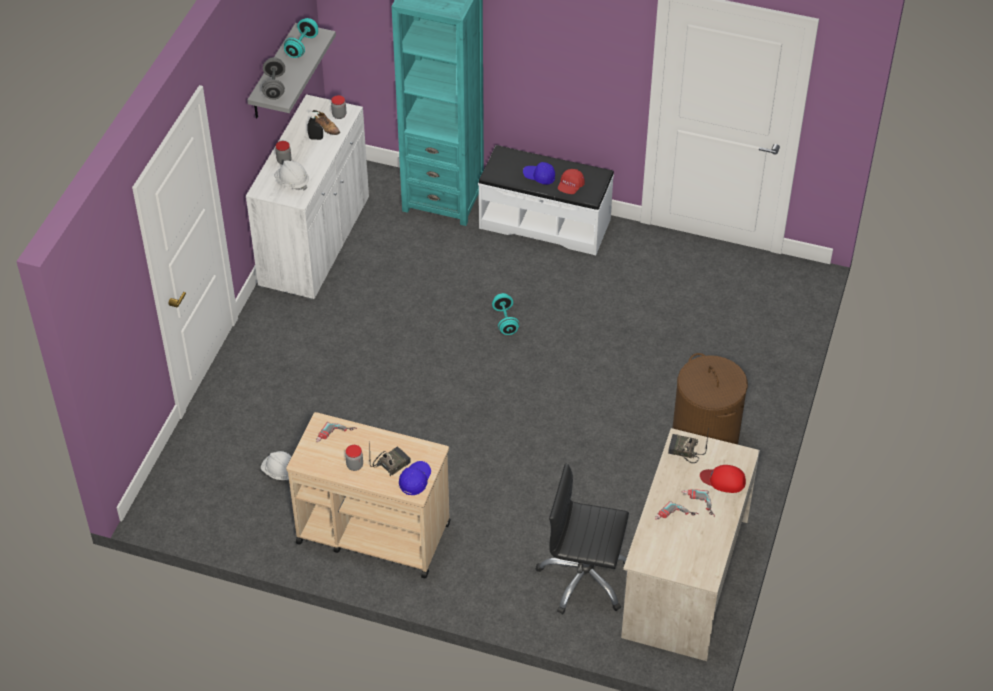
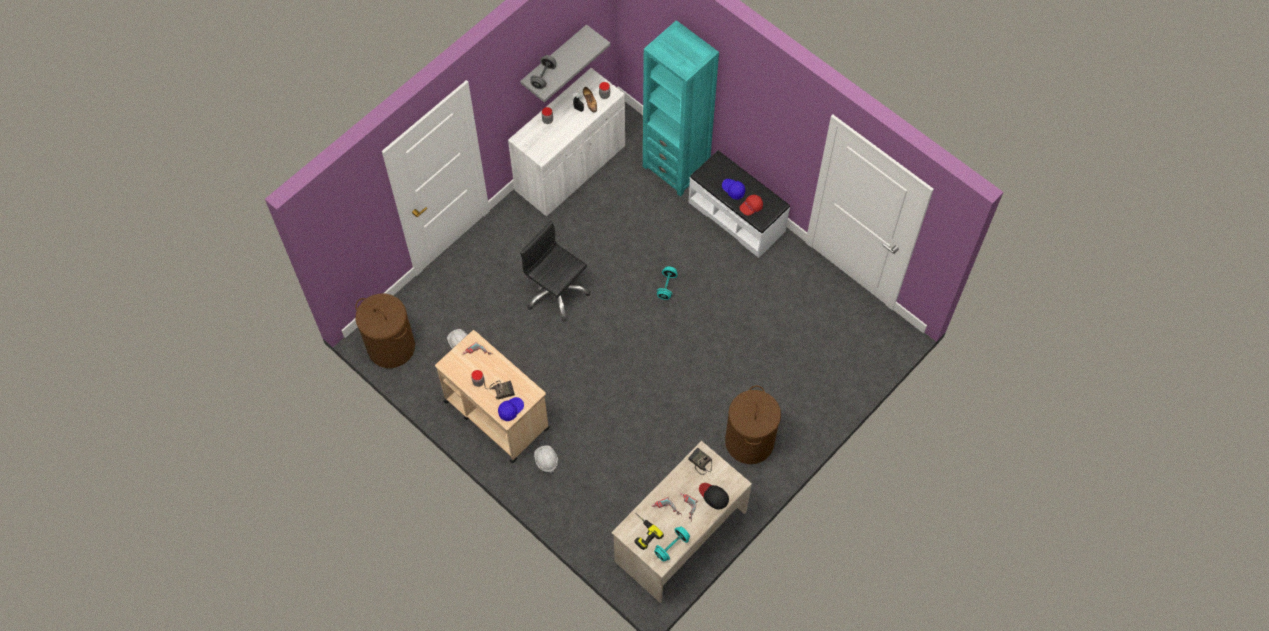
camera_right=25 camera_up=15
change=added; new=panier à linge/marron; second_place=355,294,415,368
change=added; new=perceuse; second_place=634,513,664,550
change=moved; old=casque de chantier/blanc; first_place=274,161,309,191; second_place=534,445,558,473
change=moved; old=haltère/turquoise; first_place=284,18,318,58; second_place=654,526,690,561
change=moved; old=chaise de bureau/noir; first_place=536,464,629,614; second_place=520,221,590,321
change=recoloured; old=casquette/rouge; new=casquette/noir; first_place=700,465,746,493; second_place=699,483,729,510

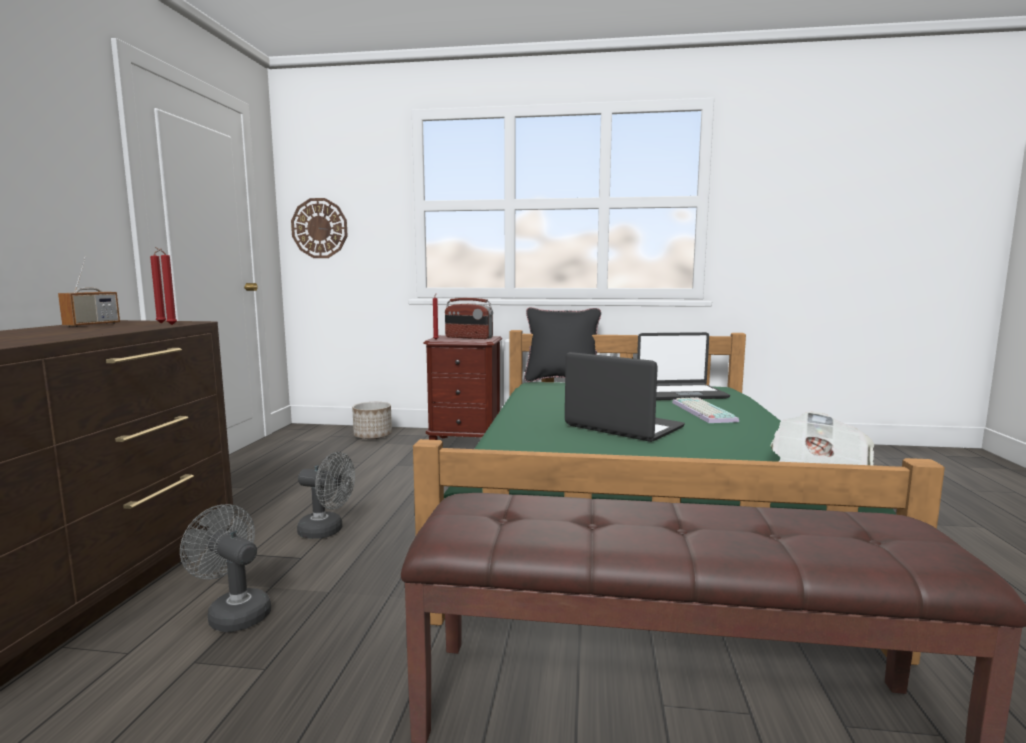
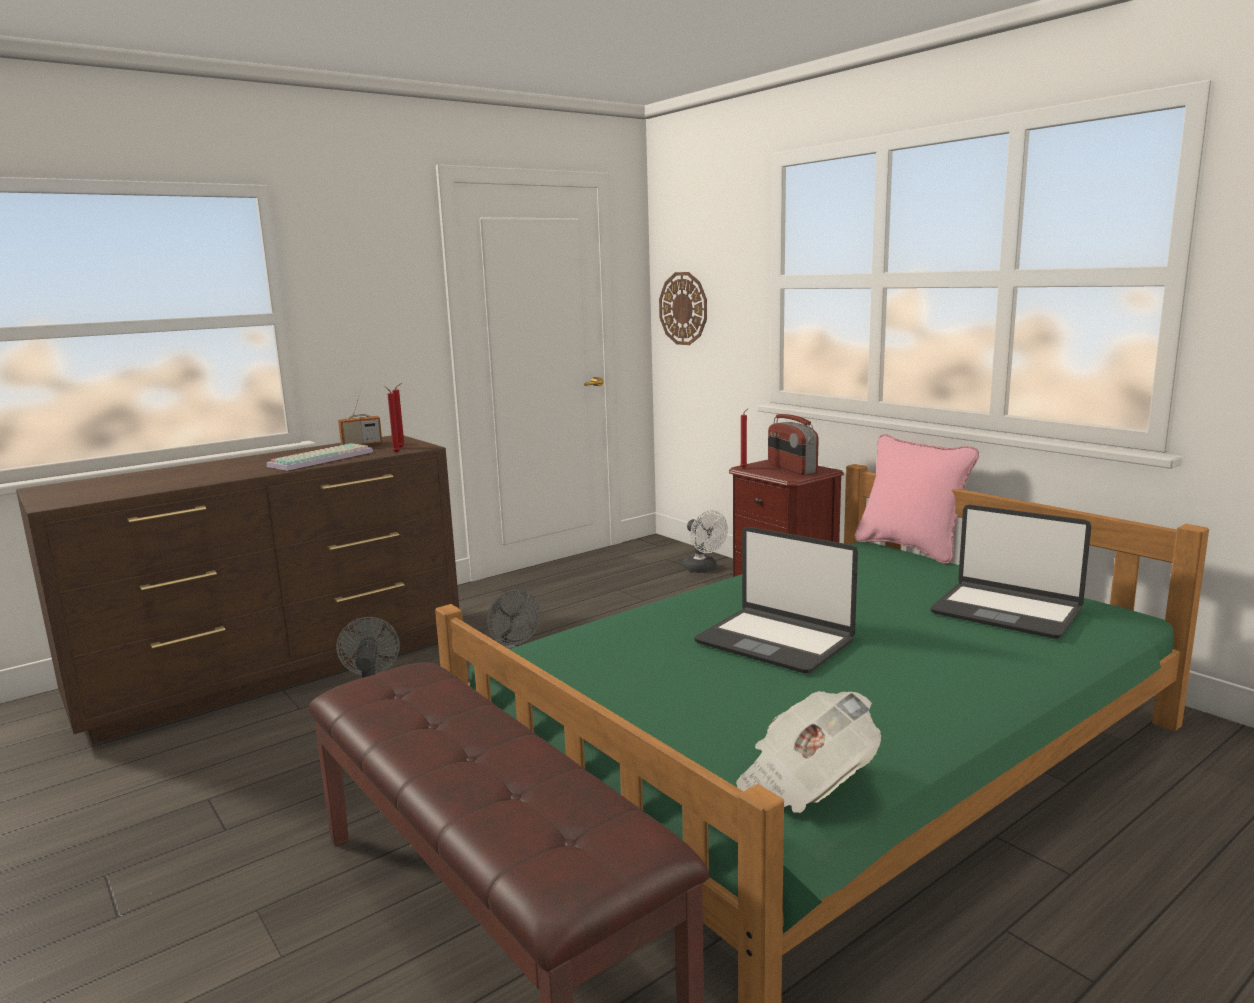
camera_right=45 camera_up=5
change=moved; old=clavier; first_place=672,397,739,423; second_place=267,443,373,471
change=replaced; old=cache-pot; new=ventilateur/blanc; first_place=352,402,392,439; second_place=683,510,728,573
change=recoloured; old=coussin/noir; new=coussin/rose; first_place=524,307,601,382; second_place=855,434,979,564
change=turned; old=ordinateur portable; first_place=565,352,685,442; second_place=694,526,858,673; degrees=135

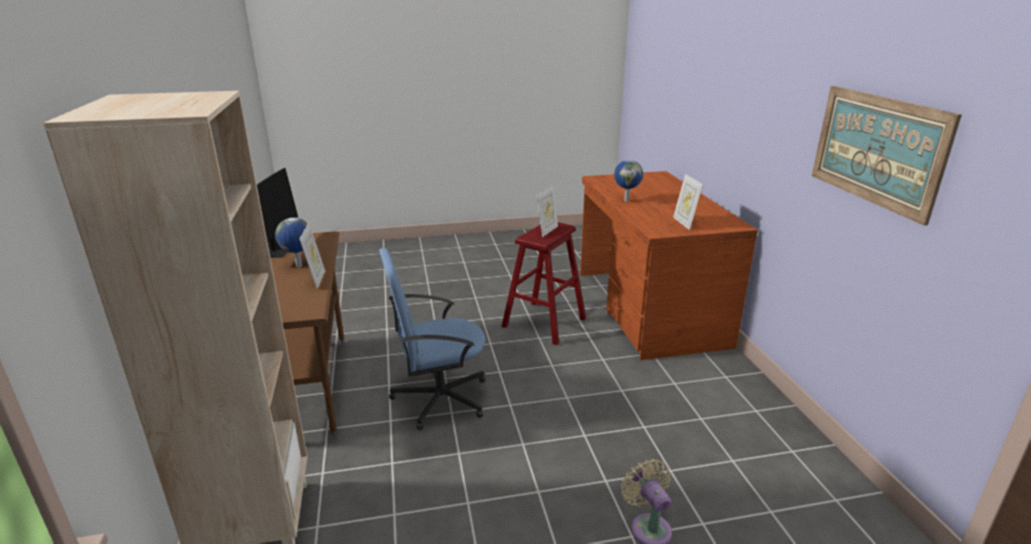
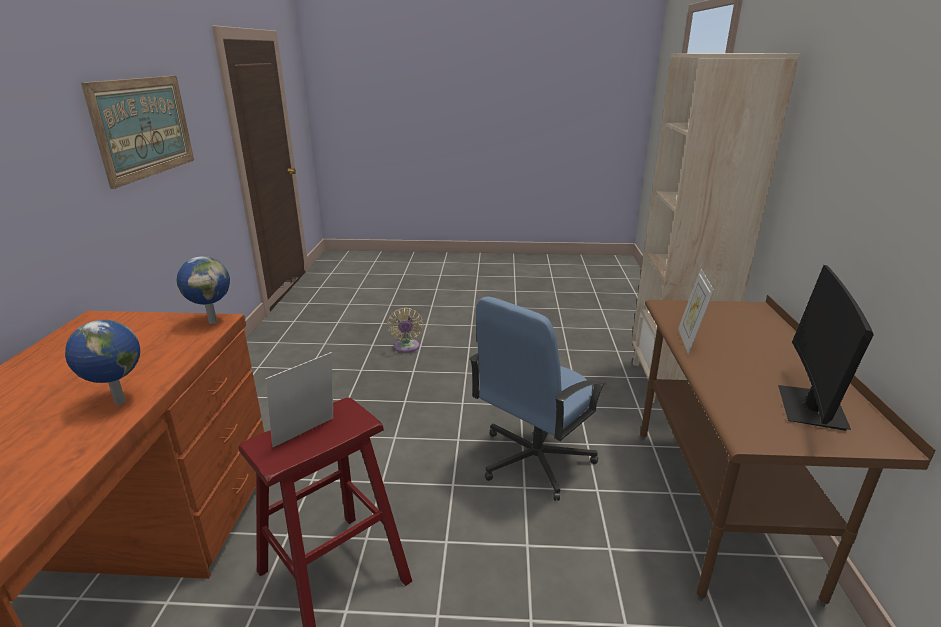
camera_right=-165 camera_up=0
change=removed; old=cadre photo; first_place=673,174,703,230
change=moved; old=globe; first_place=275,217,308,267; second_place=177,256,230,324
change=turned; old=chaise de bureau/bleu; first_place=379,248,485,430; second_place=469,296,606,501; degrees=135

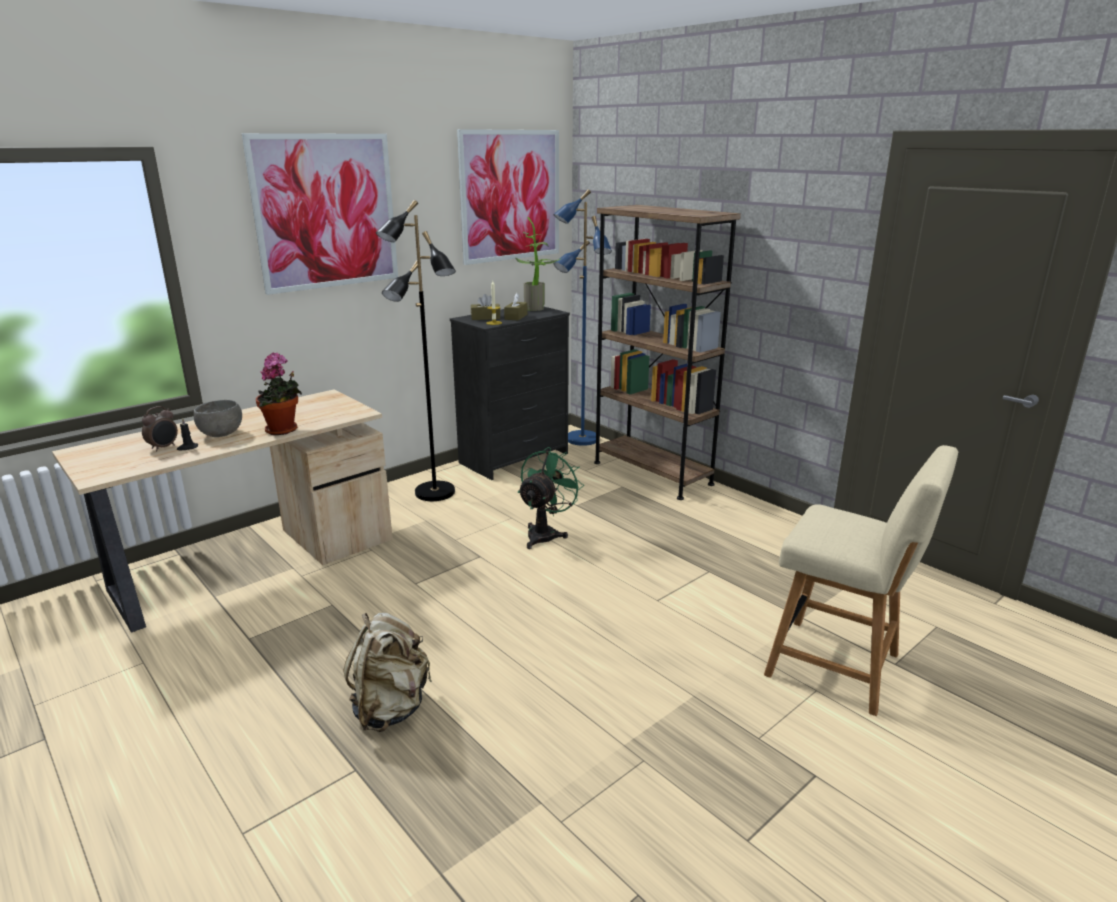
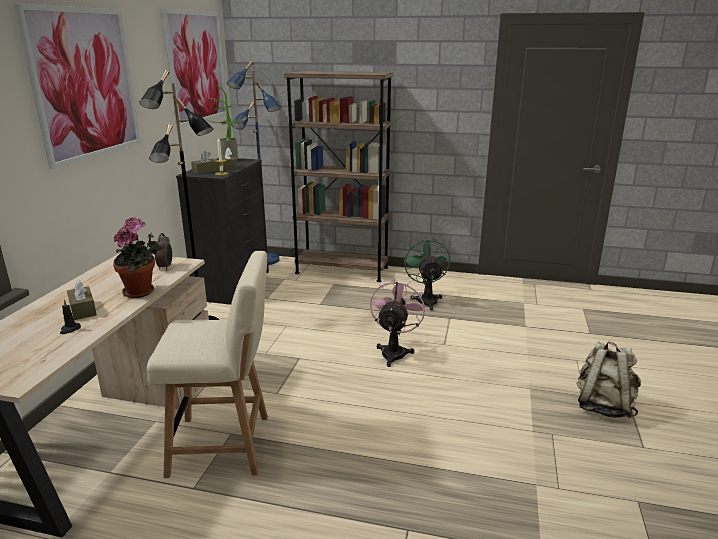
camera_right=-35 camera_up=0
change=added; new=ventilateur/rose; second_place=370,278,426,367
change=moved; old=réveil; first_place=142,406,178,451; second_place=155,233,172,270
change=moved; old=sac à dos/beige; first_place=343,613,432,732; second_place=576,341,641,418
change=moved; old=ventilateur/vert; first_place=518,447,584,549; second_place=403,238,450,311
change=moved; old=chaise/beige; first_place=764,445,958,716; second_place=147,251,268,478
change=replaced; old=bol/gris; new=boîte à mouchoirs/marron; first_place=194,400,242,437; second_place=67,280,97,320

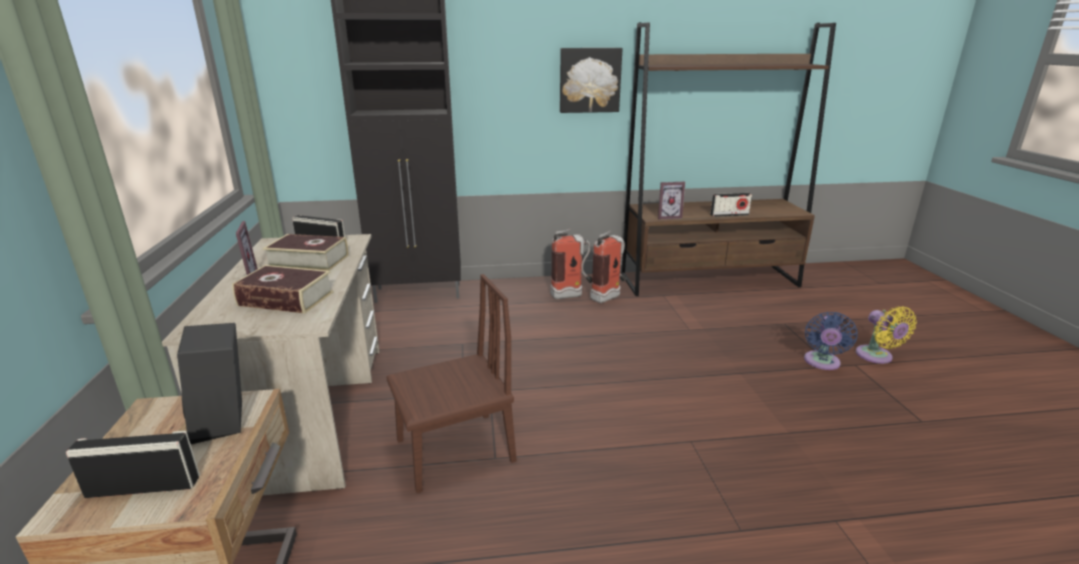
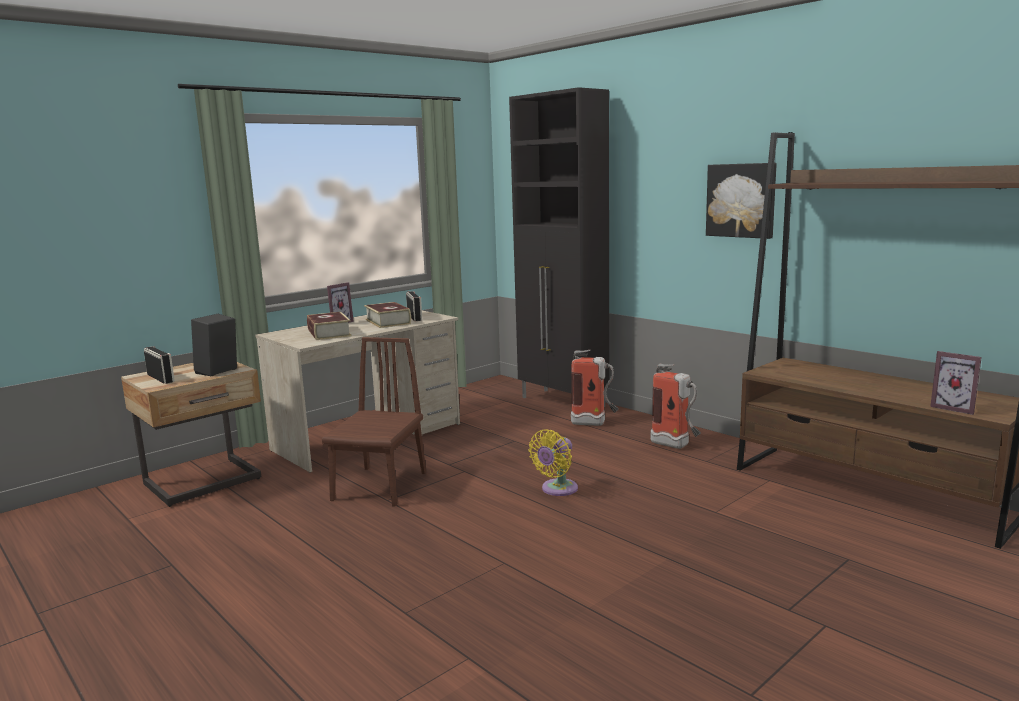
camera_right=55 camera_up=-10
change=removed; old=radio; first_place=710,193,752,217
change=removed; old=ventilateur/bleu; first_place=804,312,858,370
change=moved; old=extincteur; first_place=590,230,626,303; second_place=571,350,619,426
change=moved; old=cadre photo; first_place=658,182,685,219; second_place=930,351,982,415
change=moved; old=ventilateur/jaune; first_place=855,306,917,364; second_place=529,429,578,496
change=turned; old=chaise/marron; first_place=386,274,517,493; second_place=322,337,426,507; degrees=-105

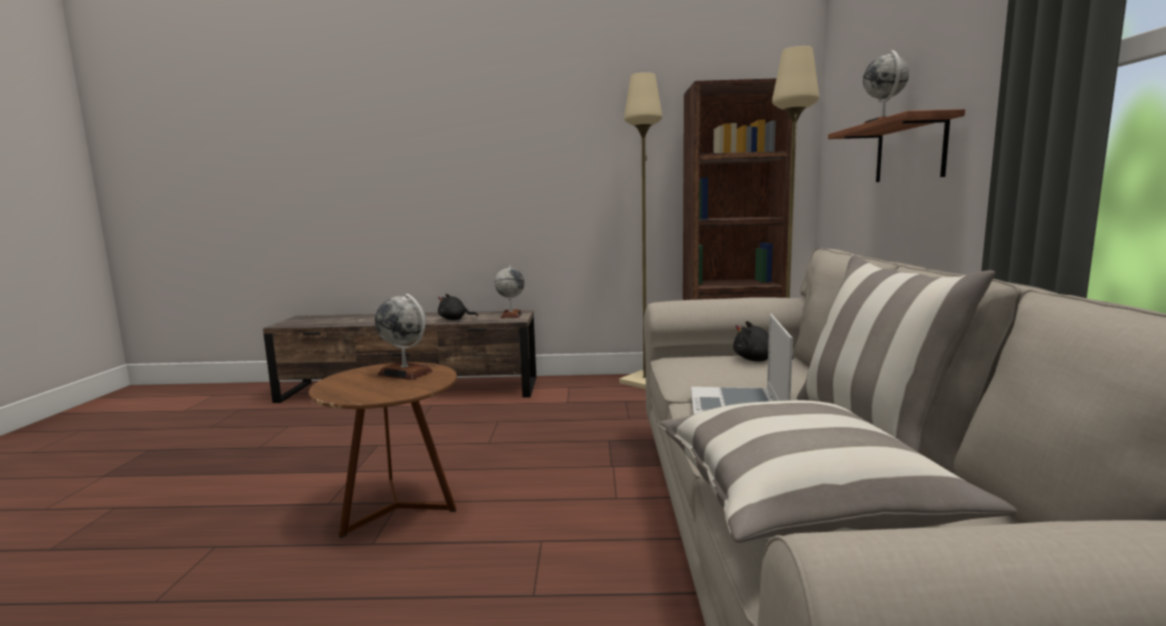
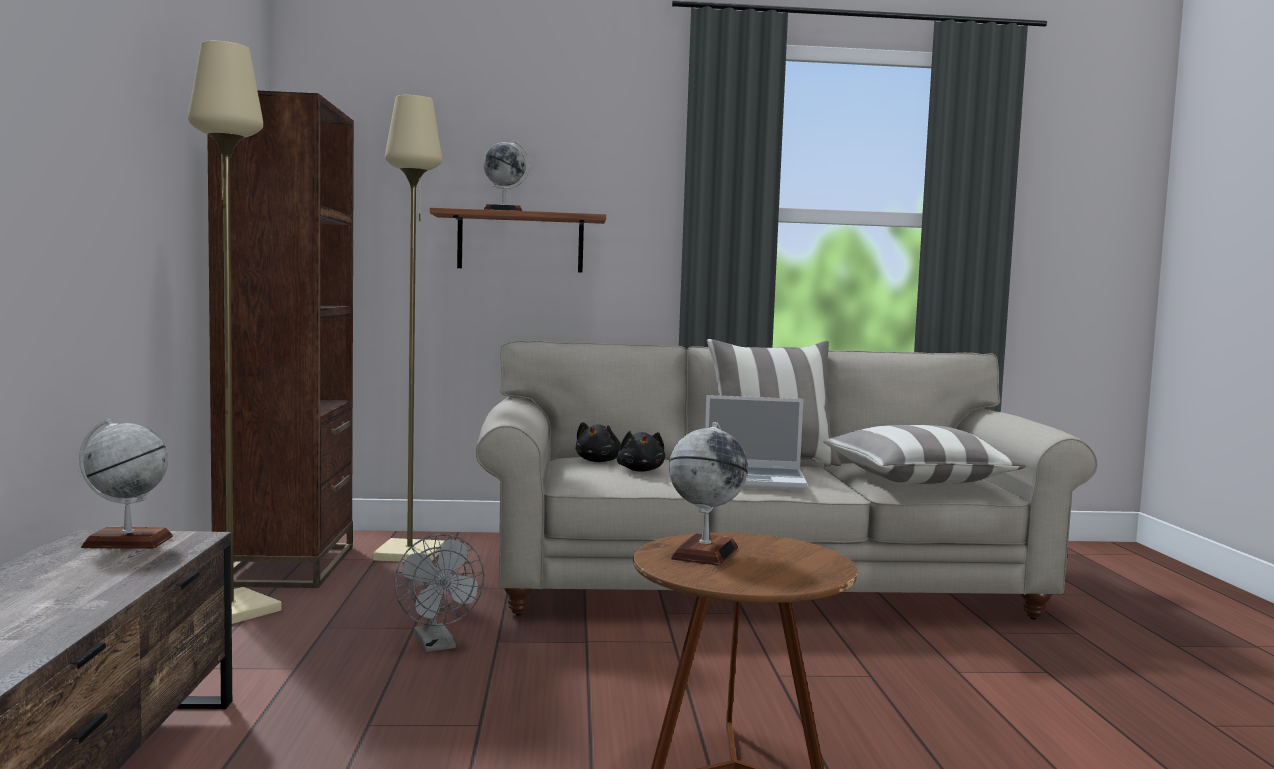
camera_right=-95 camera_up=-5
change=added; new=ventilateur/gris; second_place=394,534,485,652
change=moved; old=peluche/noir; first_place=438,294,478,320; second_place=617,431,665,472

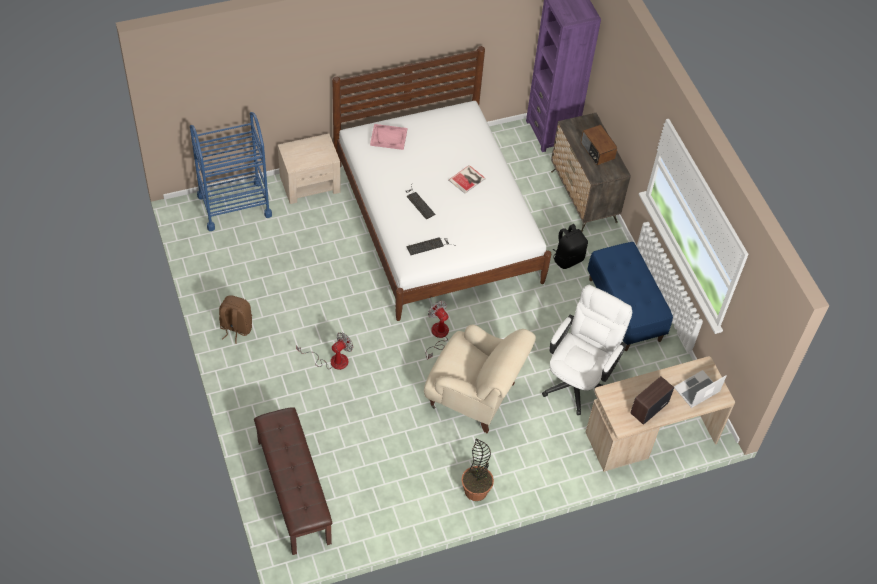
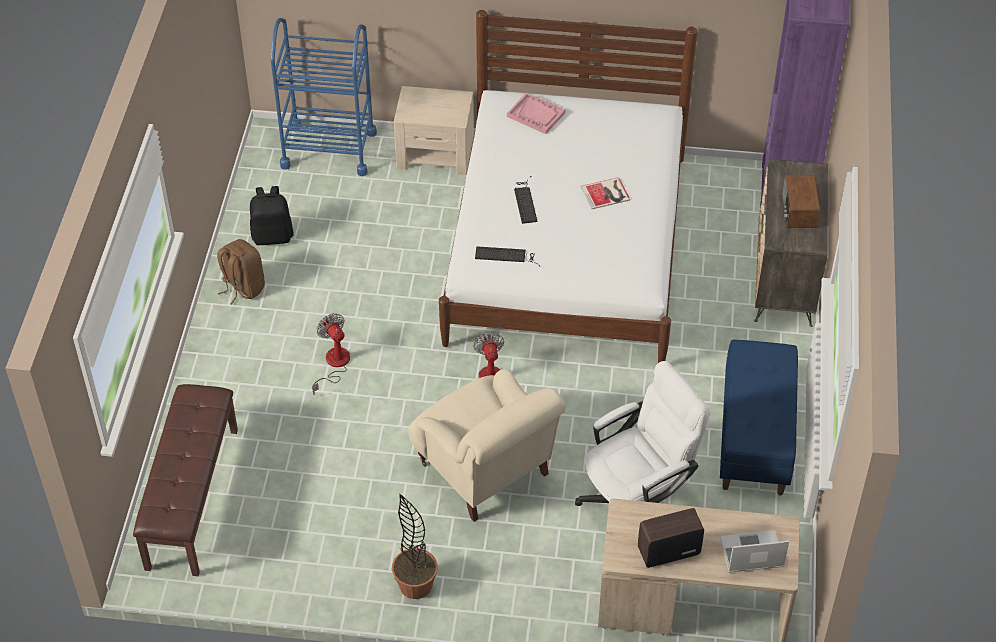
camera_right=30 camera_up=-5
change=moved; old=sac à dos/noir; first_place=552,224,588,269; second_place=250,186,293,245
change=turned; old=ventilateur; first_place=296,332,353,370; second_place=312,313,350,395; degrees=-105

